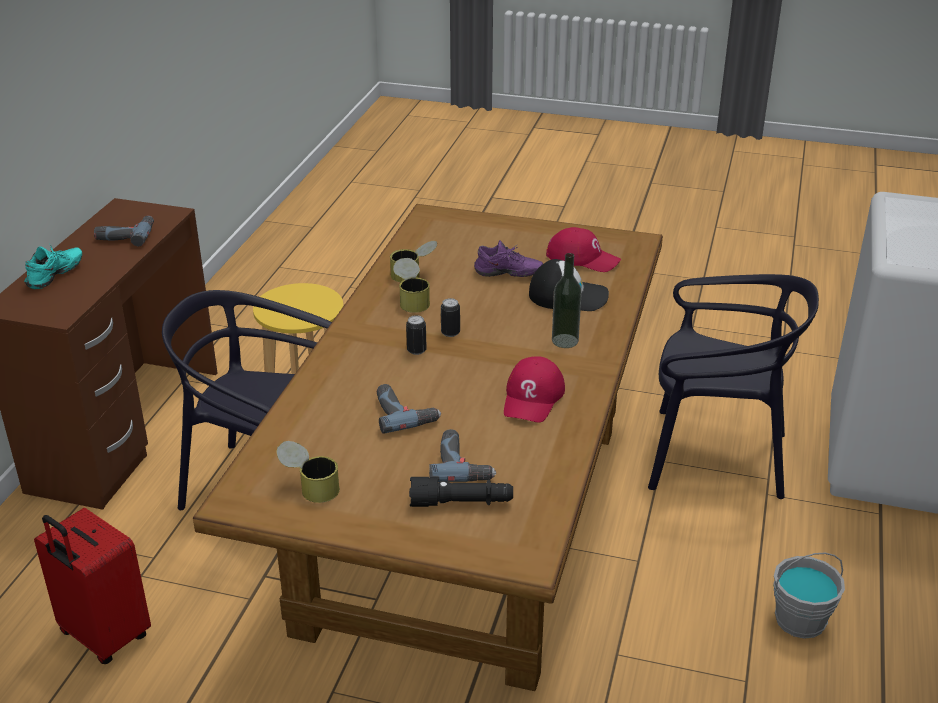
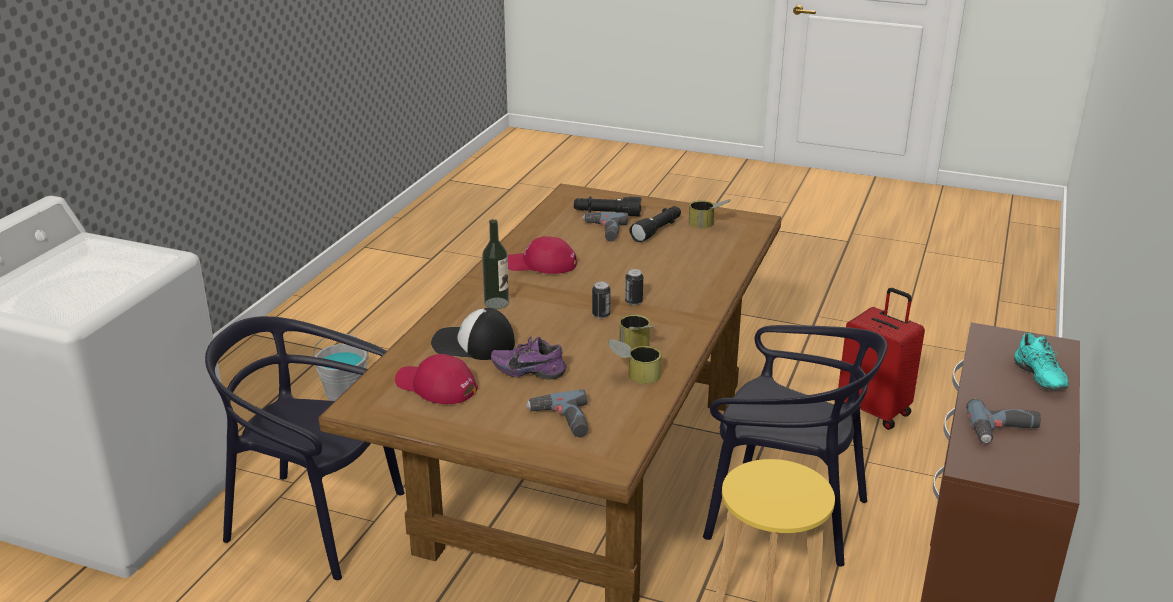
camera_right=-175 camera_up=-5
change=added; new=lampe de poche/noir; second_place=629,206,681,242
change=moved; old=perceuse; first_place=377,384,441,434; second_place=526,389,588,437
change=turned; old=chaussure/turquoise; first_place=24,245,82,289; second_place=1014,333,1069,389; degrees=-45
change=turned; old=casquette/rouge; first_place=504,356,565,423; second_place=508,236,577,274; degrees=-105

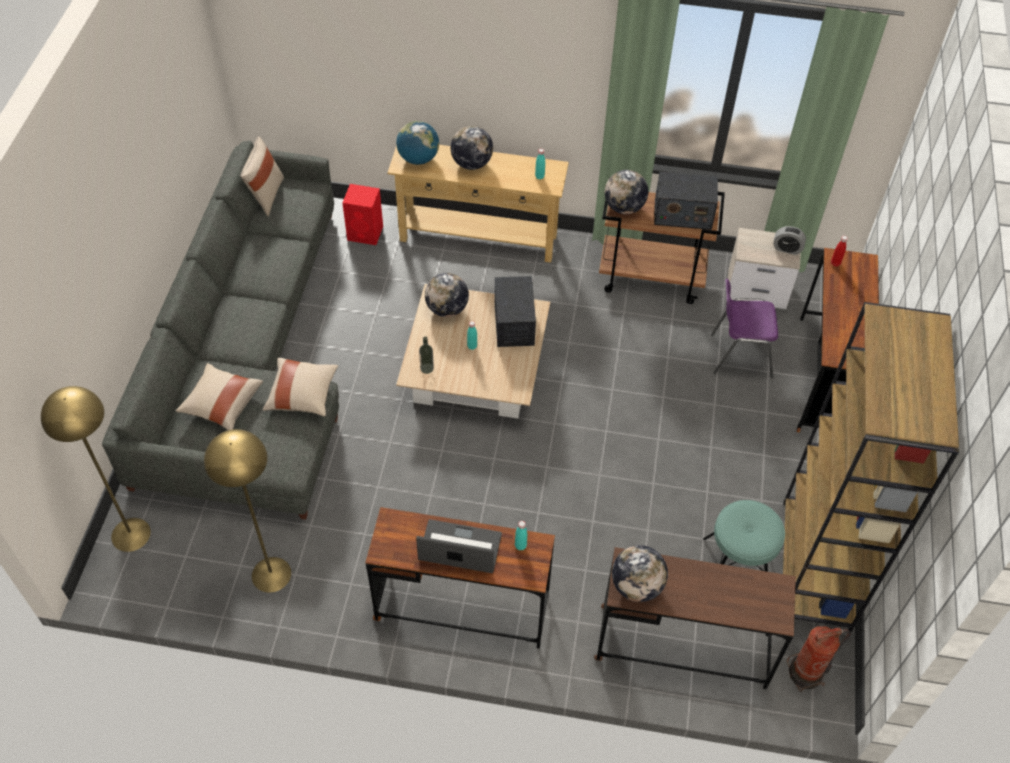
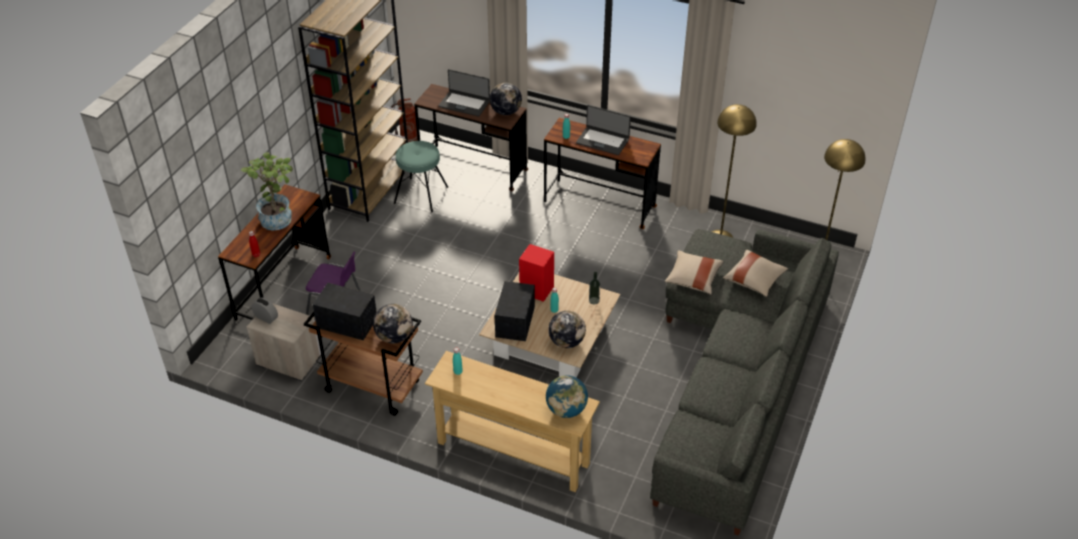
camera_right=-165 camera_up=-10
change=removed; old=coussin/beige; first_place=240,136,284,216
change=removed; old=globe; first_place=450,126,493,170
change=added; new=plante en pot; second_place=241,152,293,231
change=added; new=ordinateur portable; second_place=438,69,490,117
change=moved; old=enceinte/rouge; first_place=342,184,383,245; second_place=519,244,554,302

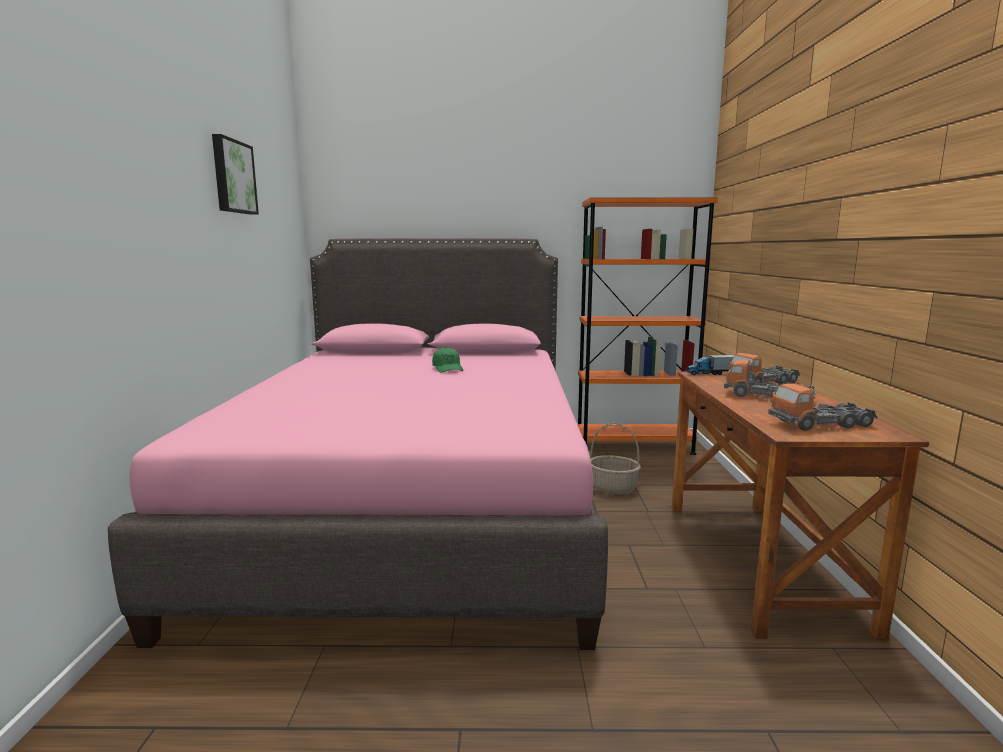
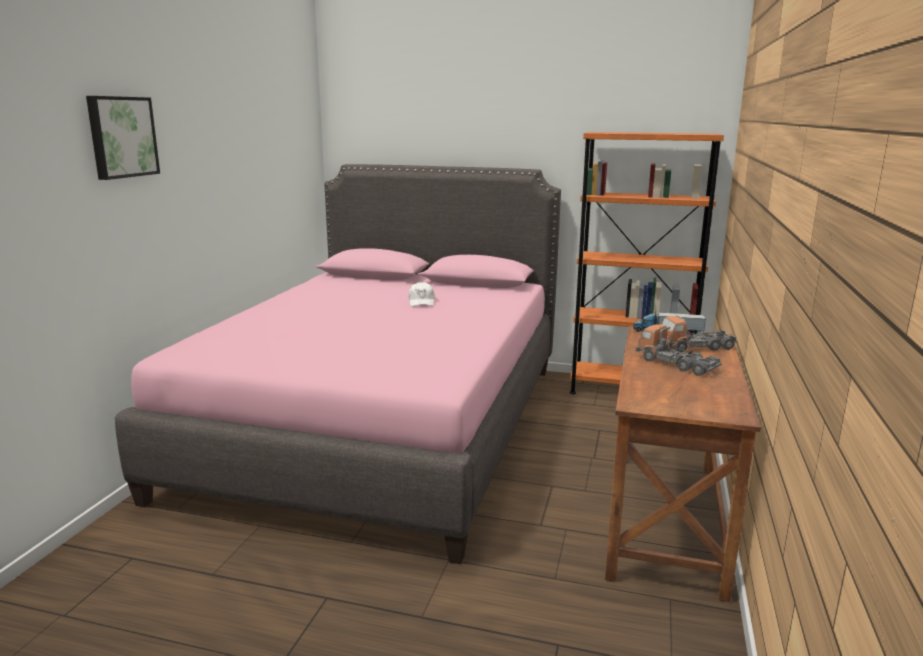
camera_right=15 camera_up=5
change=removed; old=panier; first_place=590,423,641,494
change=removed; old=camion jouet; first_place=768,383,878,431
change=moved; old=tableau; first_place=212,134,259,215; second_place=86,96,160,180
change=recoloured; old=casquette/vert; new=casquette/blanc; first_place=432,347,463,373; second_place=408,282,435,307

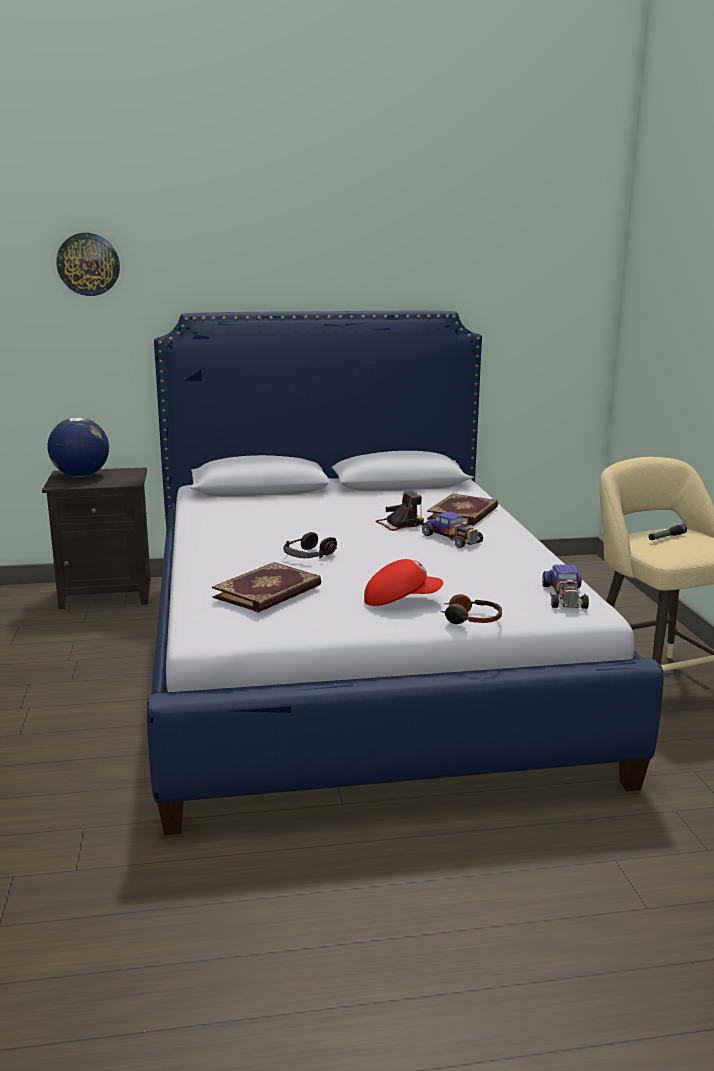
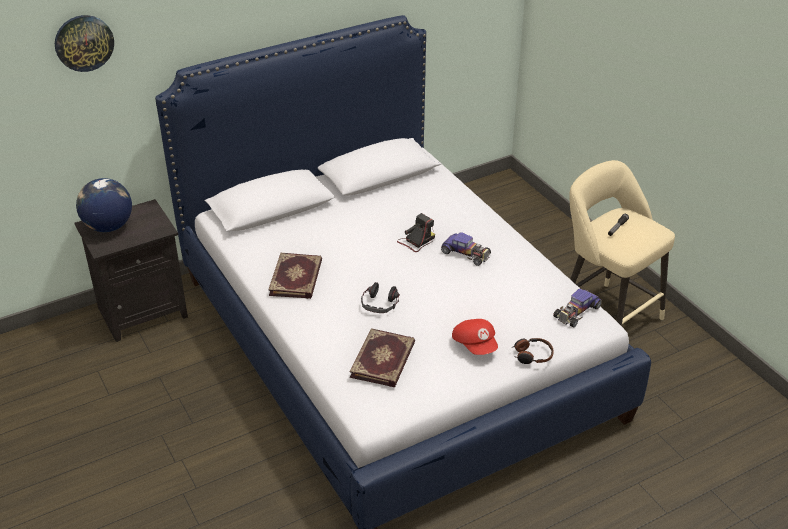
camera_right=-20 camera_up=20
change=moved; old=livre; first_place=427,494,498,526; second_place=268,253,322,299
change=turned; old=casquette/rouge; first_place=364,559,443,606; second_place=452,319,498,355; degrees=90
change=turned; old=petite voiture; first_place=542,565,589,609; second_place=553,289,602,327; degrees=60

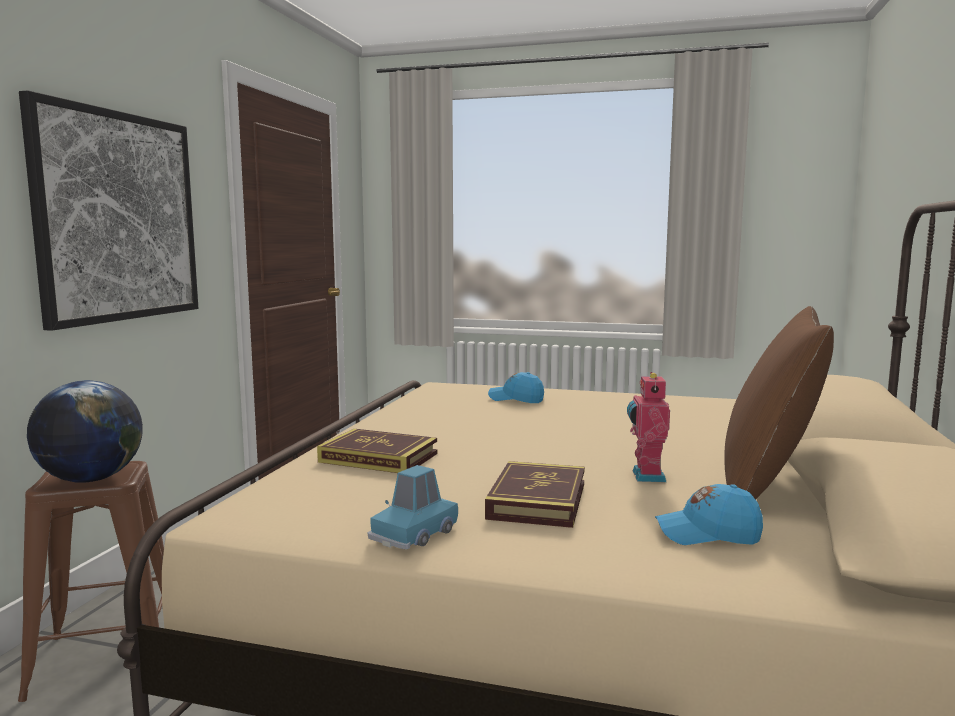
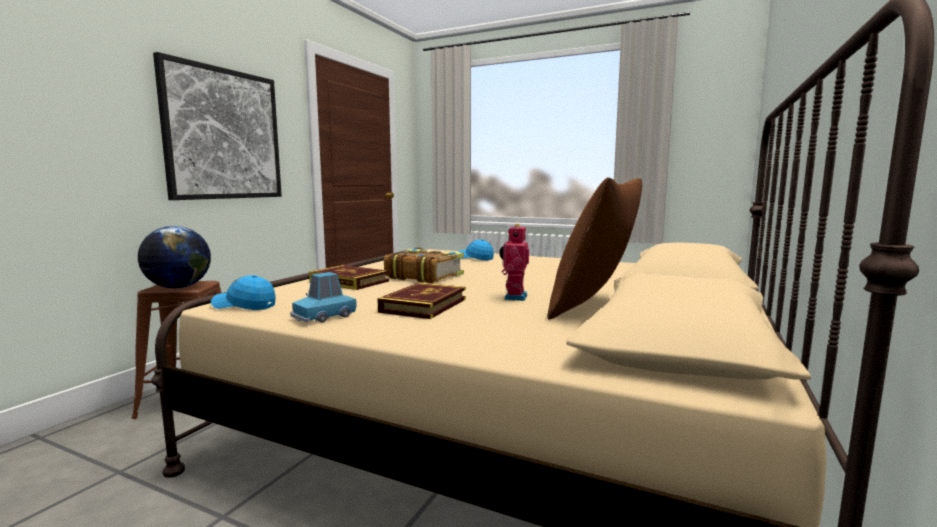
camera_right=10 camera_up=0
change=added; new=livre; second_place=384,249,464,283
change=moved; old=casquette/bleu; first_place=655,484,763,545; second_place=211,275,276,310

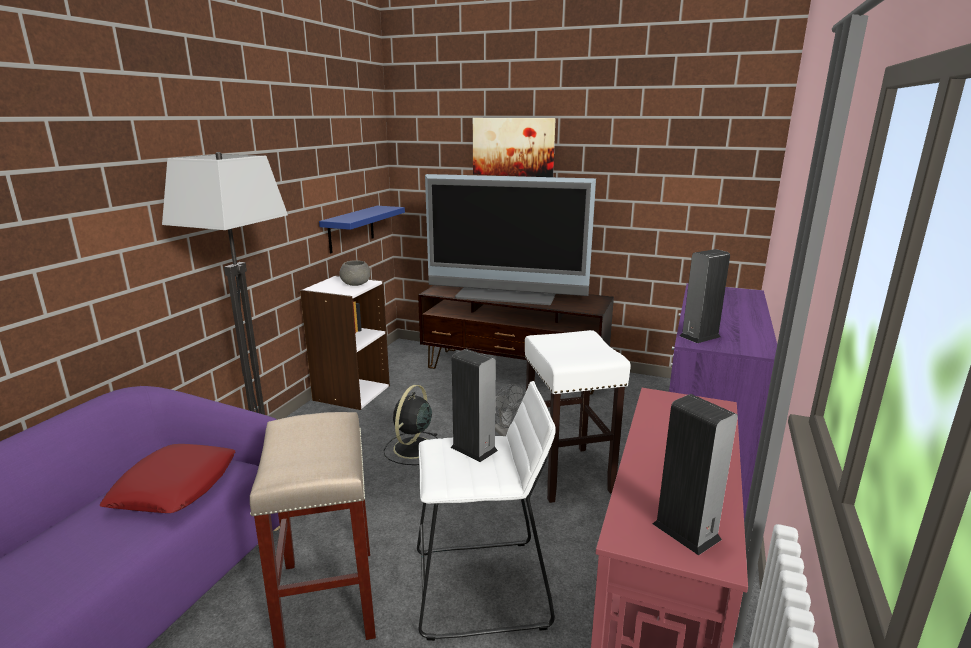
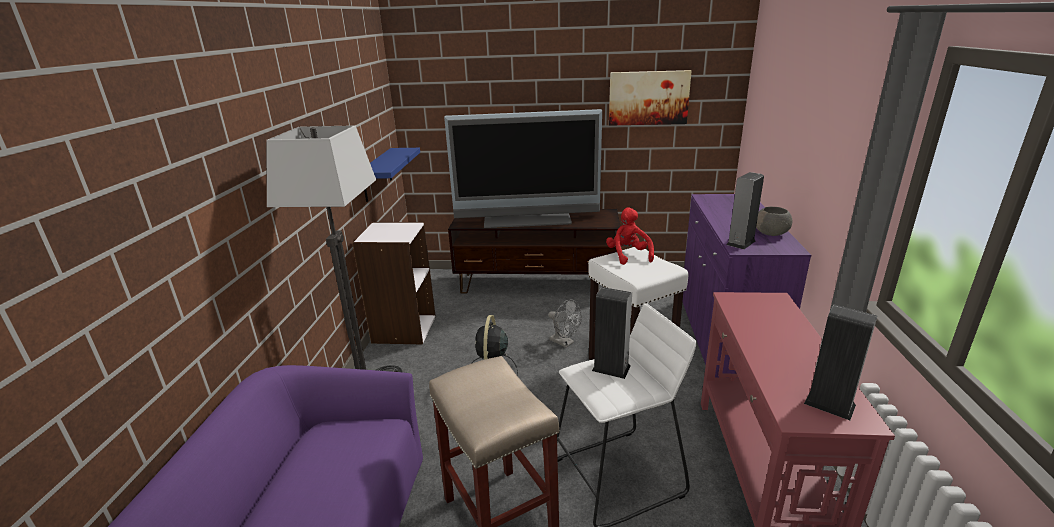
camera_right=-15 camera_up=5
change=removed; old=coussin/rouge; first_place=100,444,236,513
change=added; new=peluche/rouge; second_place=606,208,654,265
change=moved; old=bol/gris; first_place=339,260,371,286; second_place=756,207,792,236
change=moved; old=tableau; first_place=473,118,556,177; second_place=609,70,692,126

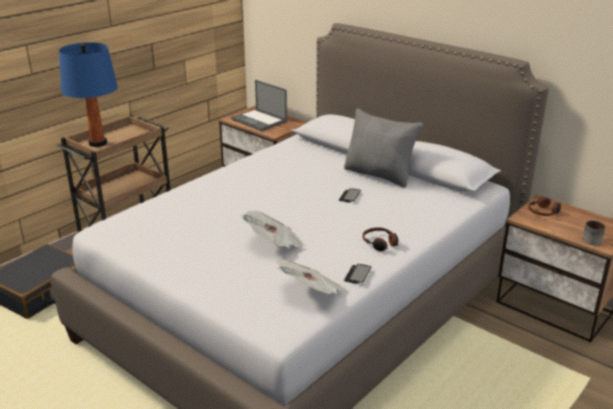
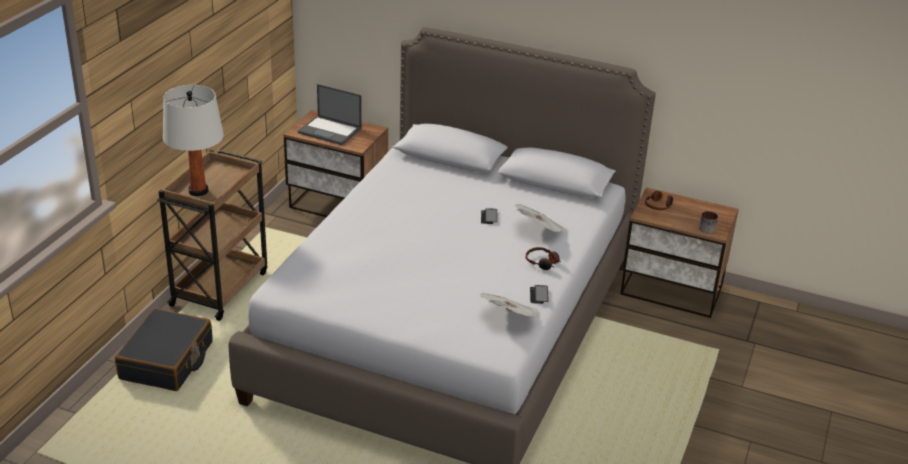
camera_right=-20 camera_up=5
change=removed; old=coussin/gris; first_place=344,108,423,187
change=moved; old=journal; first_place=241,211,306,248; second_place=515,204,567,232
change=recoloured; old=lampe de table/bleu; new=lampe de table/blanc; first_place=59,42,118,147; second_place=163,85,224,196

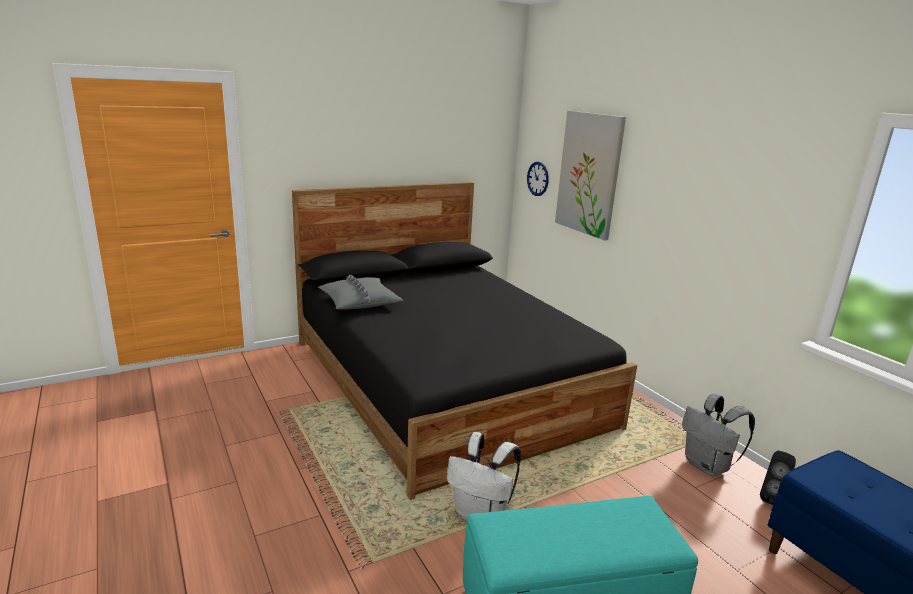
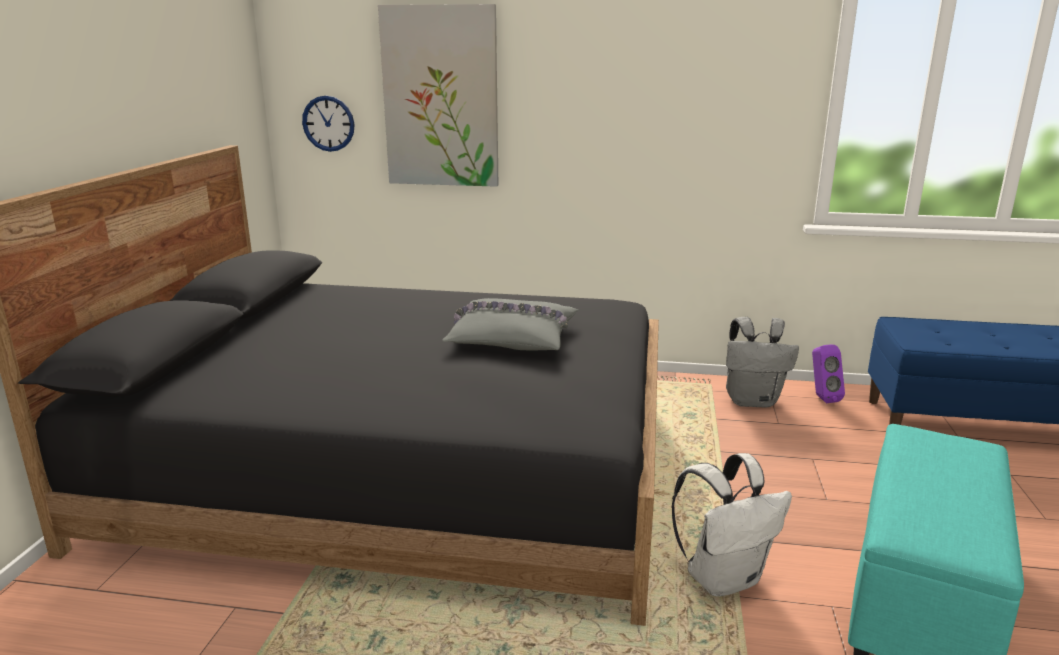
camera_right=-50 camera_up=0
change=moved; old=coussin/gris; first_place=318,274,403,310; second_place=442,298,578,350
change=recoloured; old=enceinte/noir; new=enceinte/violet; first_place=760,451,796,505; second_place=812,345,845,403

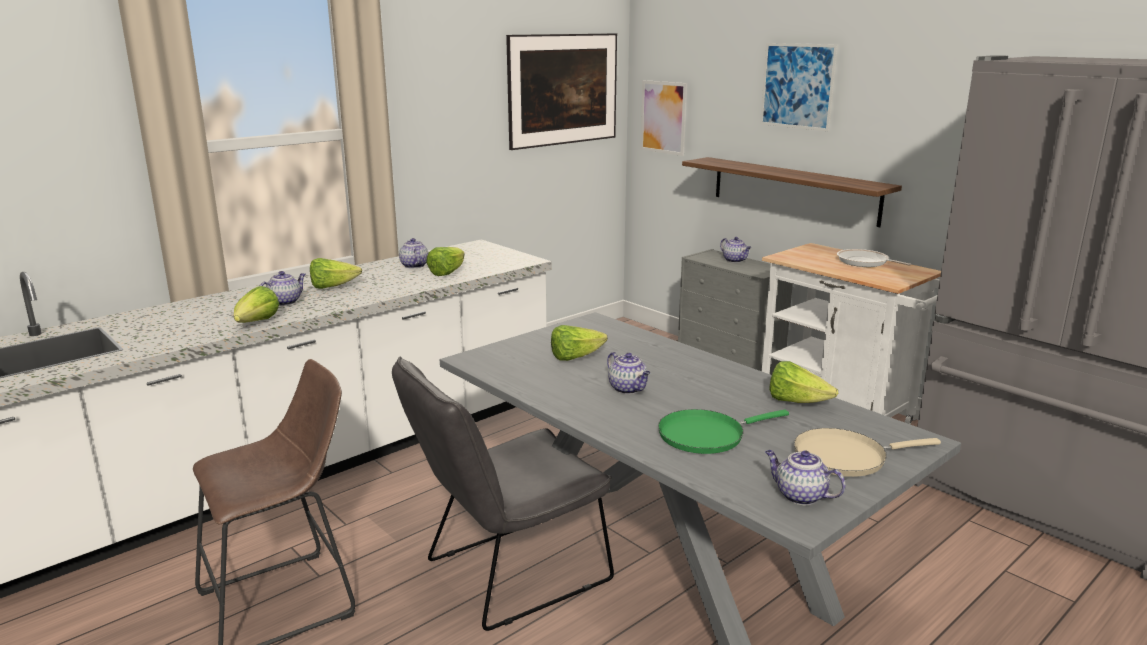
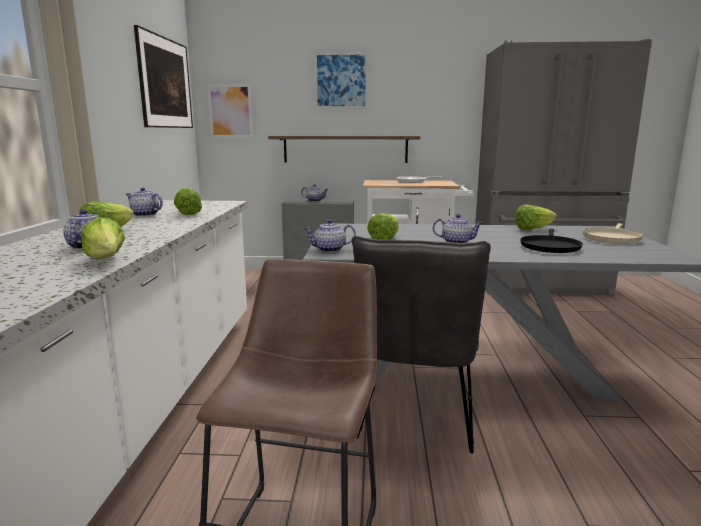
camera_right=-45 camera_up=-5
change=moved; old=théière; first_place=765,450,846,505; second_place=304,219,356,252
change=recoloured; old=poêle/vert; new=poêle/noir; first_place=658,409,789,454; second_place=520,229,583,253

